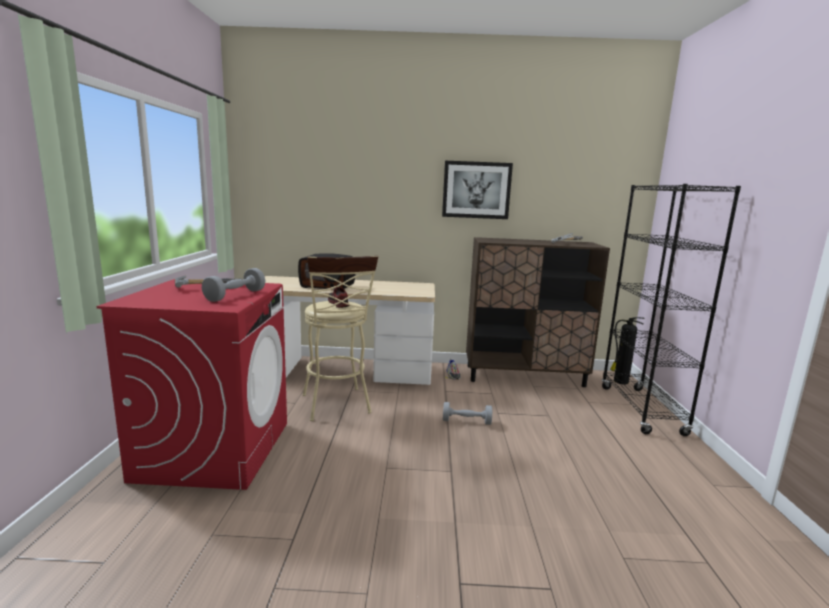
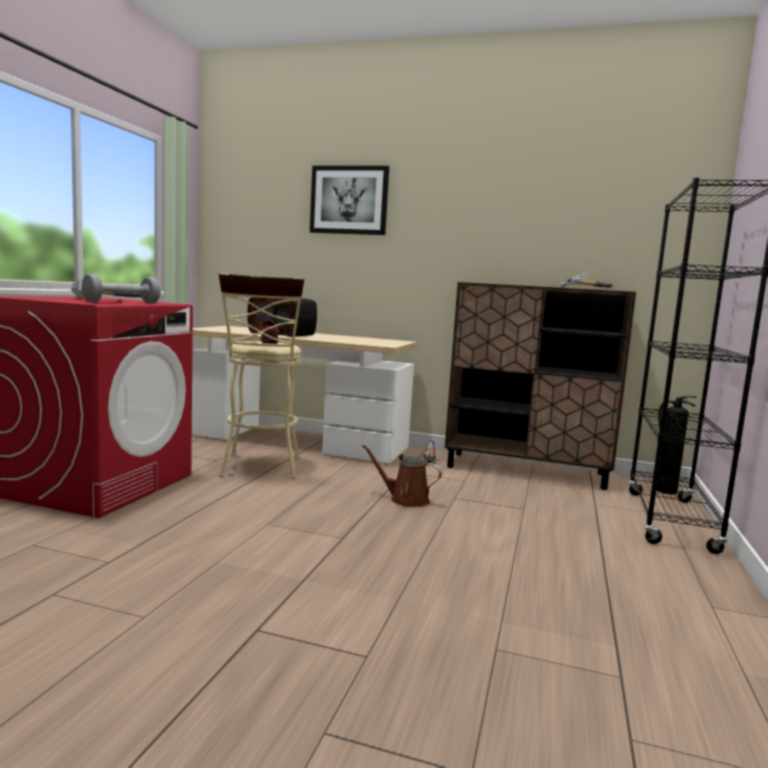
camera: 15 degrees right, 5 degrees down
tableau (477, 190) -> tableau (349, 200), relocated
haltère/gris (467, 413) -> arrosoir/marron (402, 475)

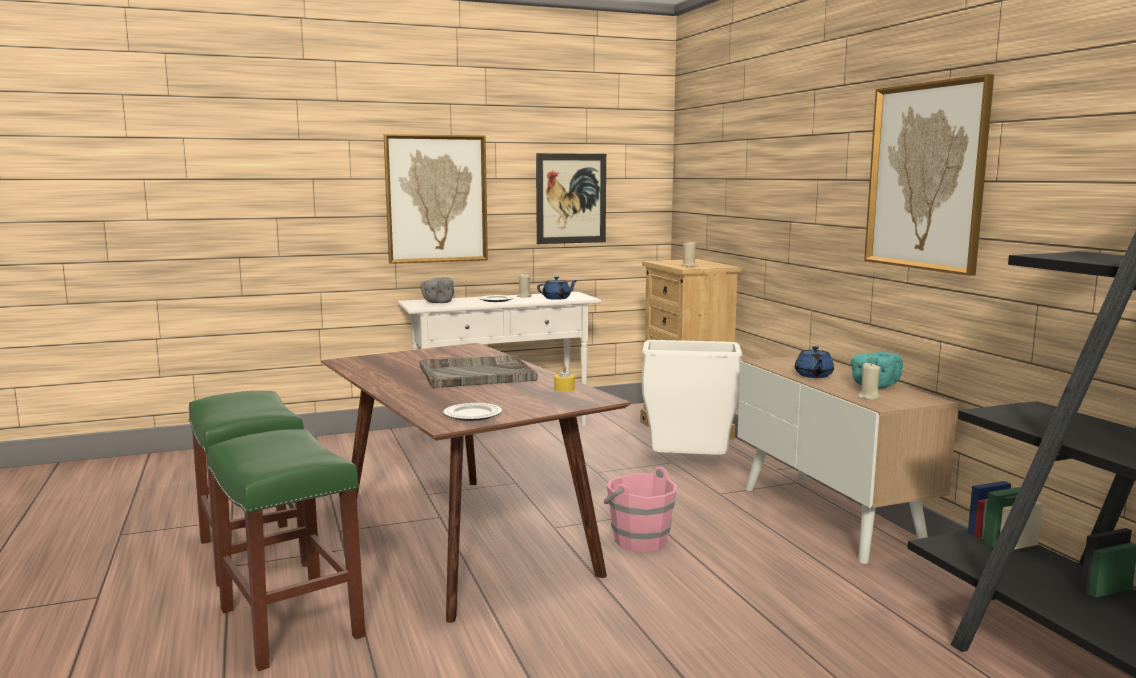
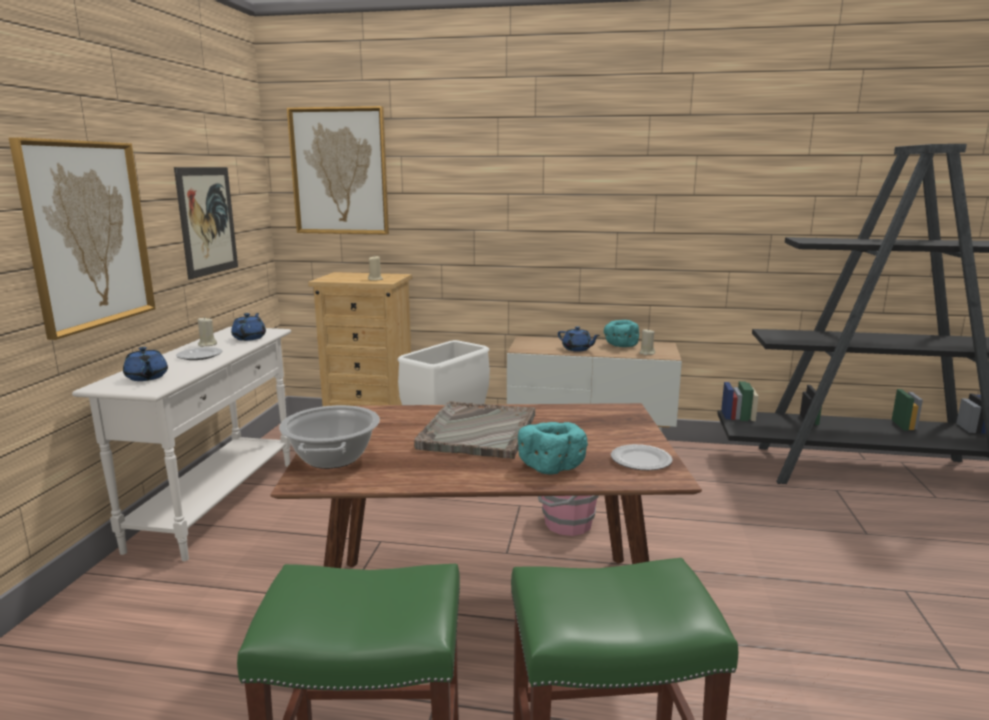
camera: 60 degrees left, 5 degrees up
tableau (929, 175) -> tableau (338, 170), relocated
bol/gris (437, 290) -> théière/bleu (145, 364)
bougie/jaune (564, 378) -> none
none -> marmite (329, 437)
none -> bol/turquoise (553, 448)

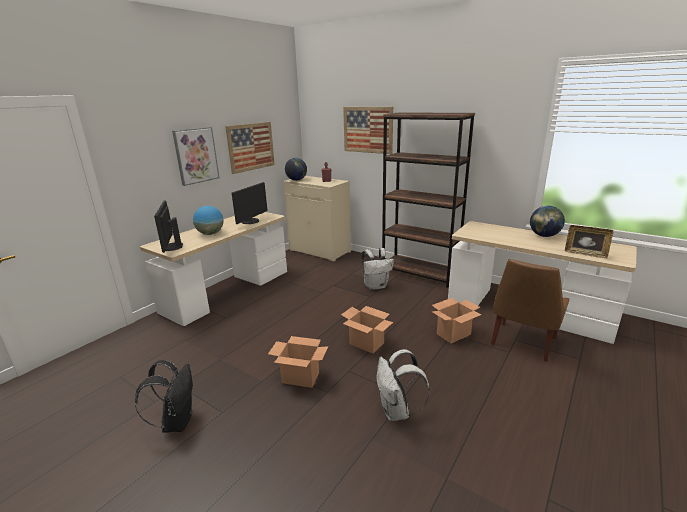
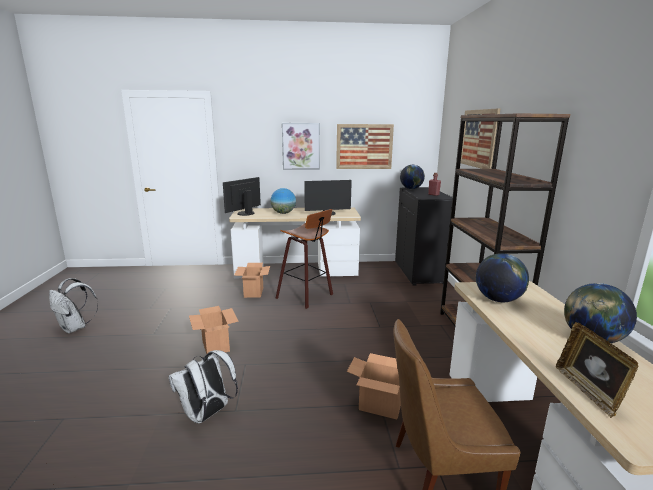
camera: 50 degrees right, 5 degrees down
meuble de rangement/beige (317, 218) -> meuble de rangement/noir (424, 236)
sac à dos/blanc (377, 269) -> sac à dos/blanc (73, 305), relocated
carton (367, 330) -> carton (252, 280), relocated
sac à dos/noir (164, 396) -> none
none -> tabouret (304, 259)
none -> globe (502, 277)

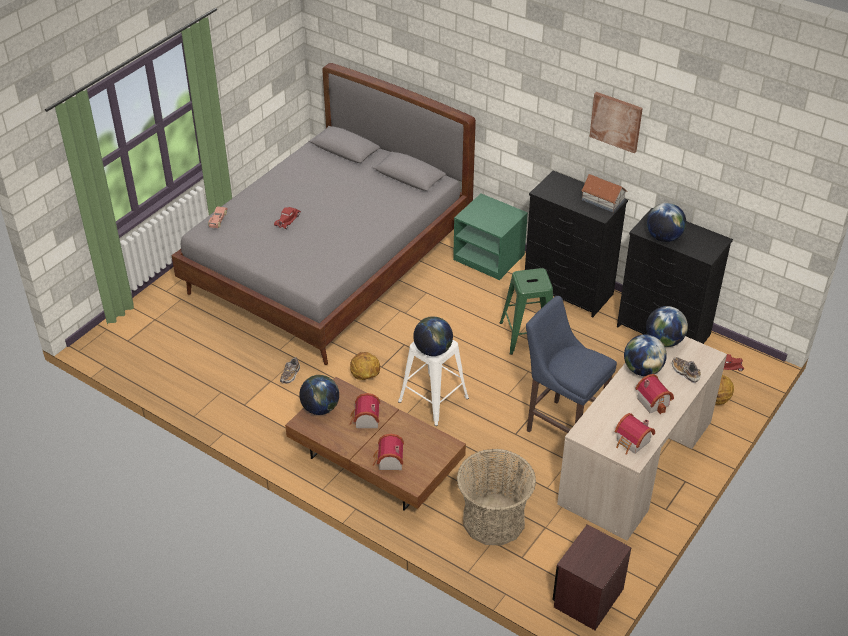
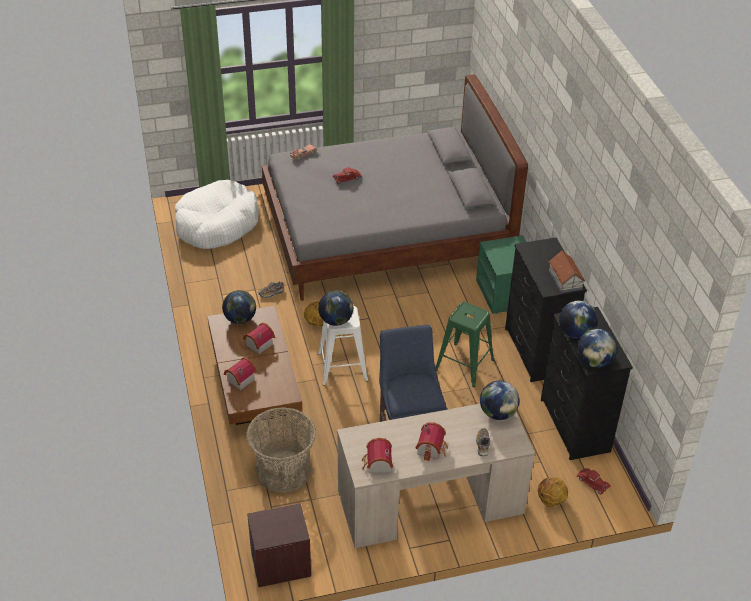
camera: 40 degrees right, 0 degrees up
tableau (616, 122) -> none
globe (645, 355) -> globe (597, 348), relocated
none -> panier pour chien/blanc (217, 214)

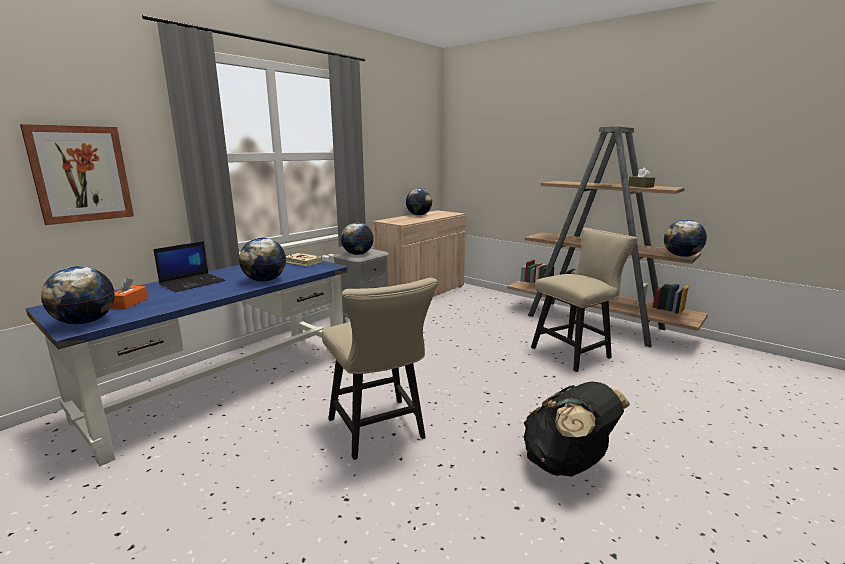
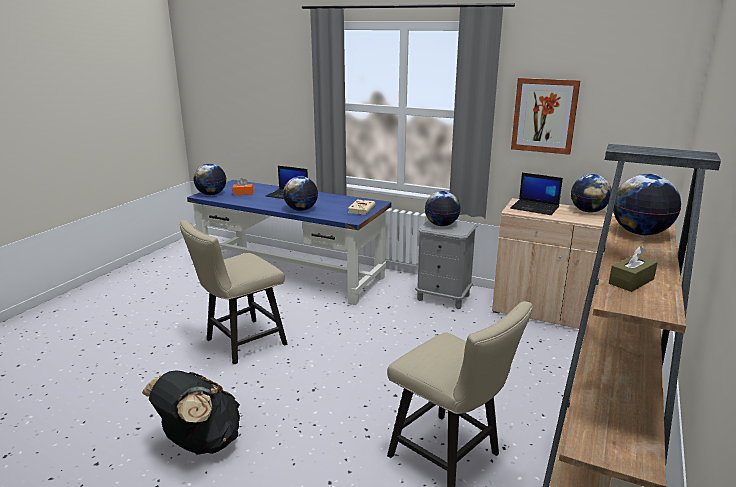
camera: 75 degrees right, 5 degrees up
tableau (77, 174) -> tableau (546, 116), relocated
globe (685, 238) -> globe (647, 204), relocated
none -> ordinateur portable (536, 194)

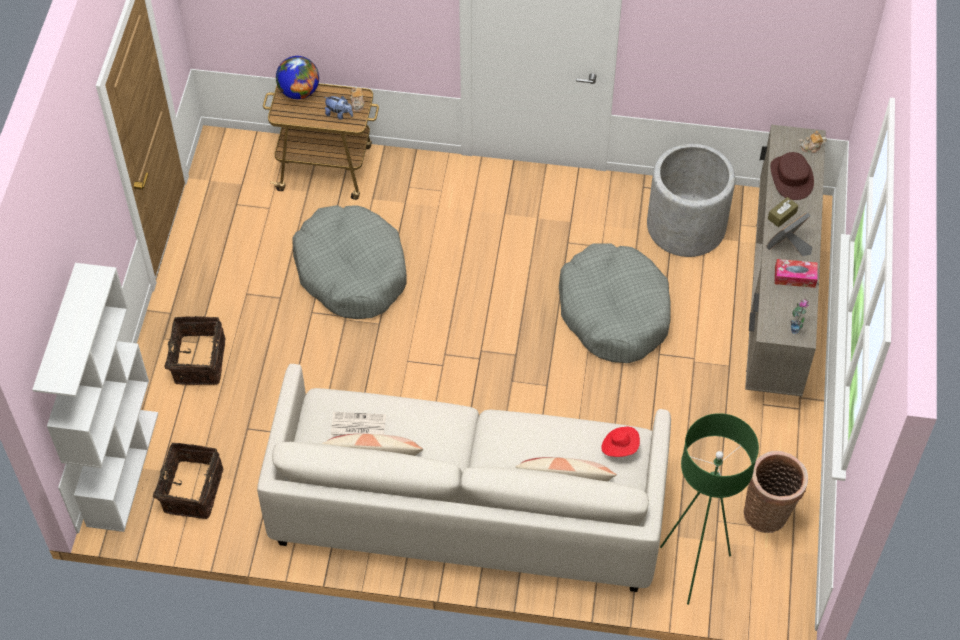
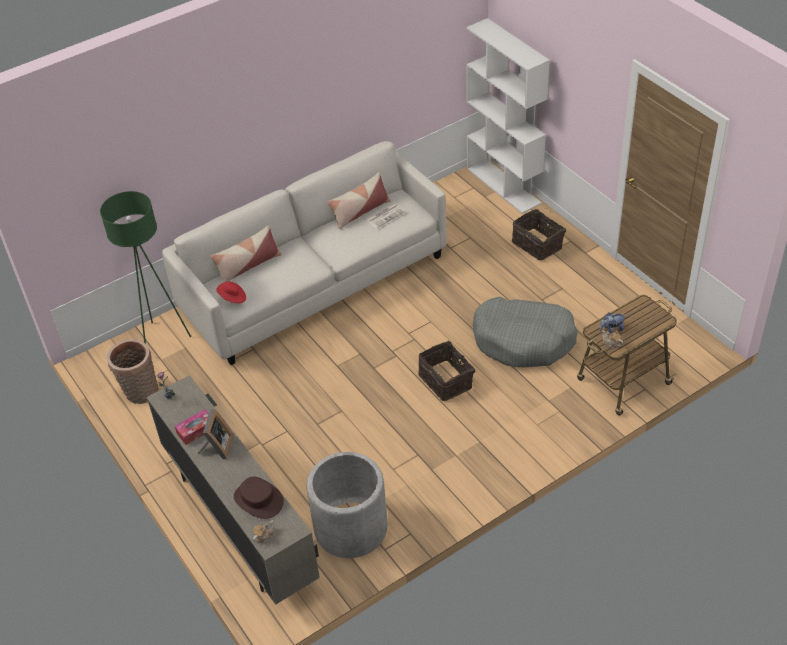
camera: 140 degrees right, 10 degrees down
globe (297, 77) -> none
boîte à mouchoirs/marron (783, 212) -> none
panier pour chien/gris (615, 303) -> none
panier (182, 481) -> panier (446, 371), relocated

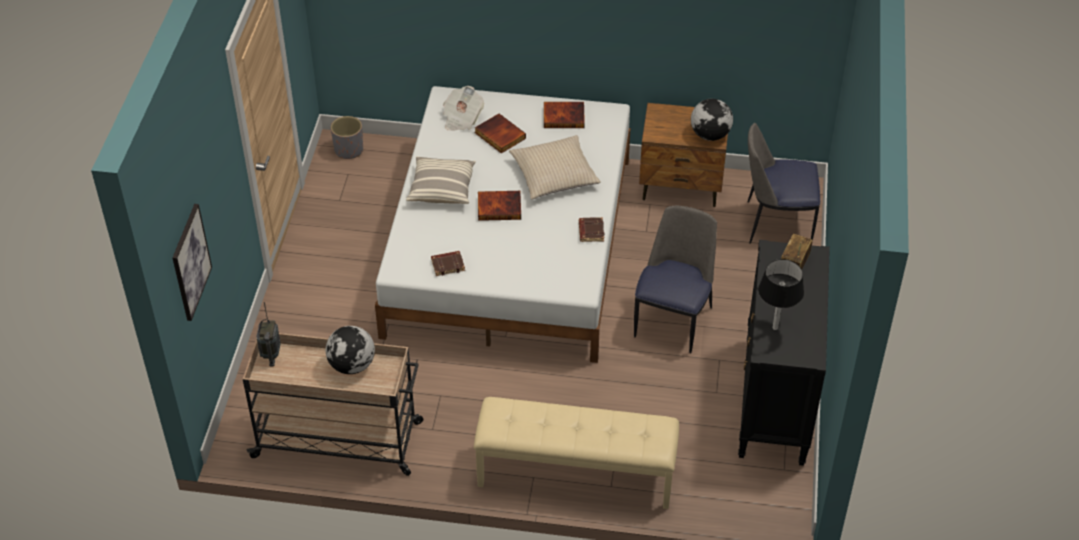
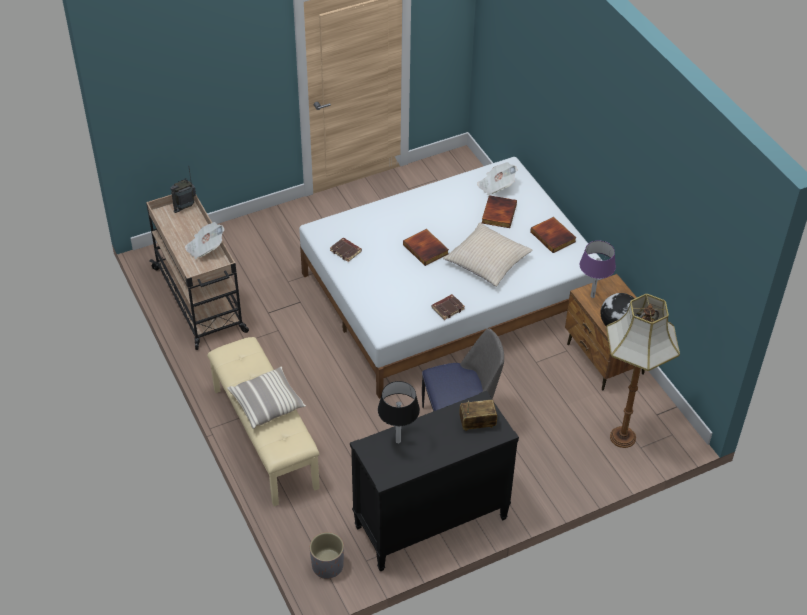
camera: 55 degrees right, 0 degrees up
cache-pot/gris (347, 137) -> cache-pot/gris (327, 555), relocated
chaise (783, 183) -> lampadaire (643, 371)
coussin (441, 180) -> coussin (266, 398), relocated
tableau (192, 262) -> none
globe (350, 350) -> journal (205, 240)
none -> lampe de table/violet (598, 269)

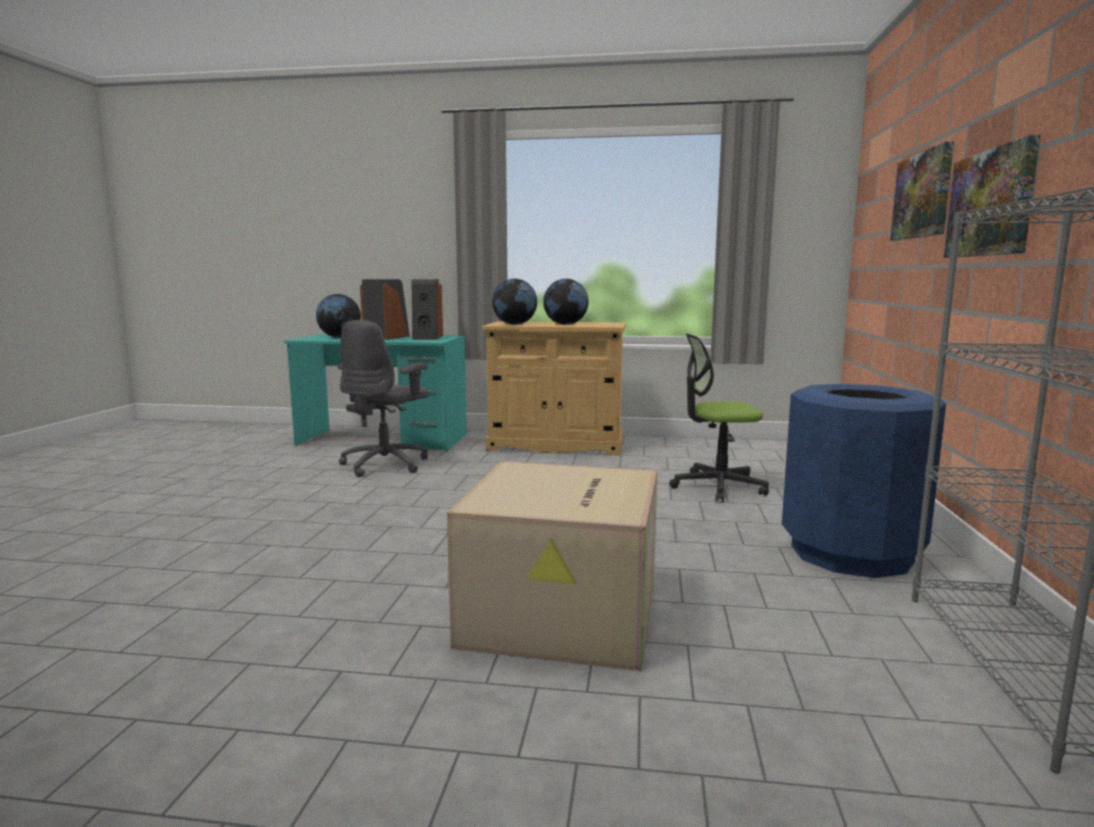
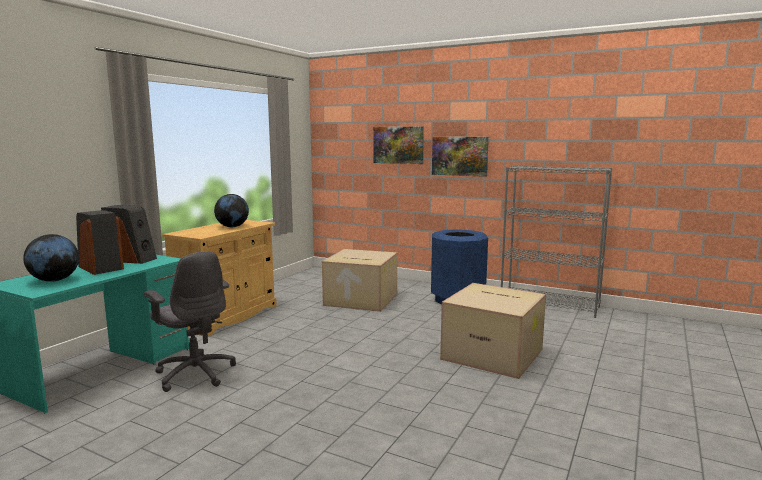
camera: 70 degrees left, 0 degrees up
globe (514, 302) -> none
chaise de bureau (719, 417) -> carton (359, 280)

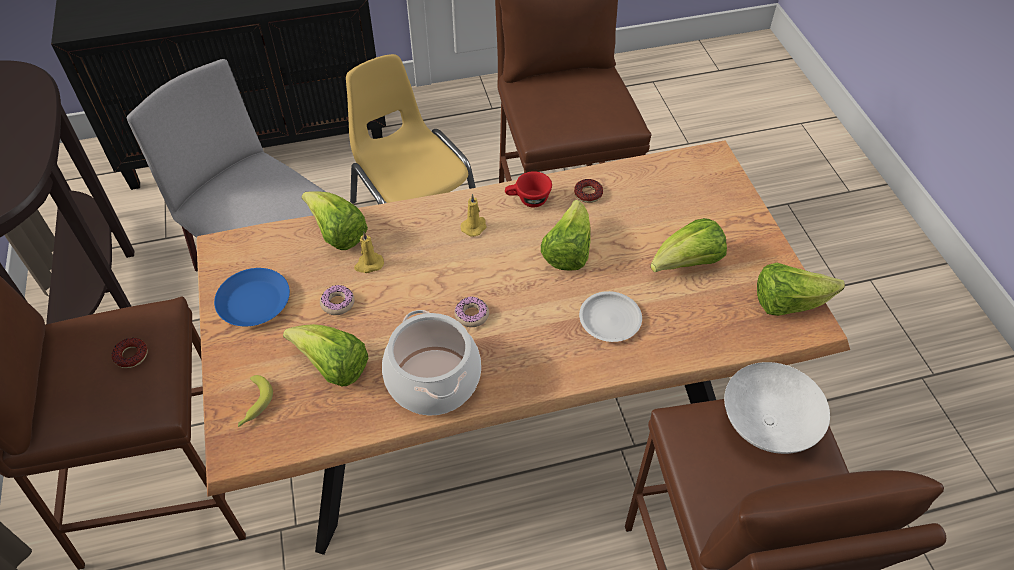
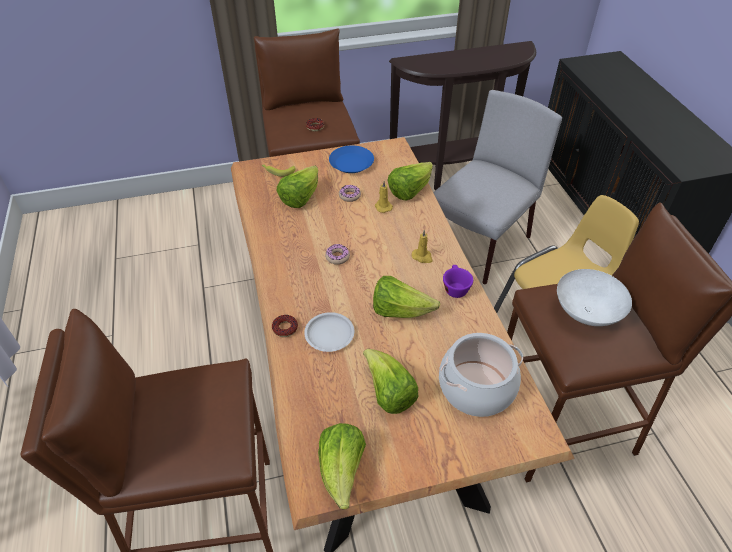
camera: 90 degrees right, 5 degrees down
tasse/rouge (528, 189) -> tasse/violet (458, 281)
beignet (588, 191) -> beignet (285, 326), relocated
marmite (431, 363) -> marmite (481, 375), relocated
bol/blanc (777, 408) -> bol/blanc (594, 297), relocated

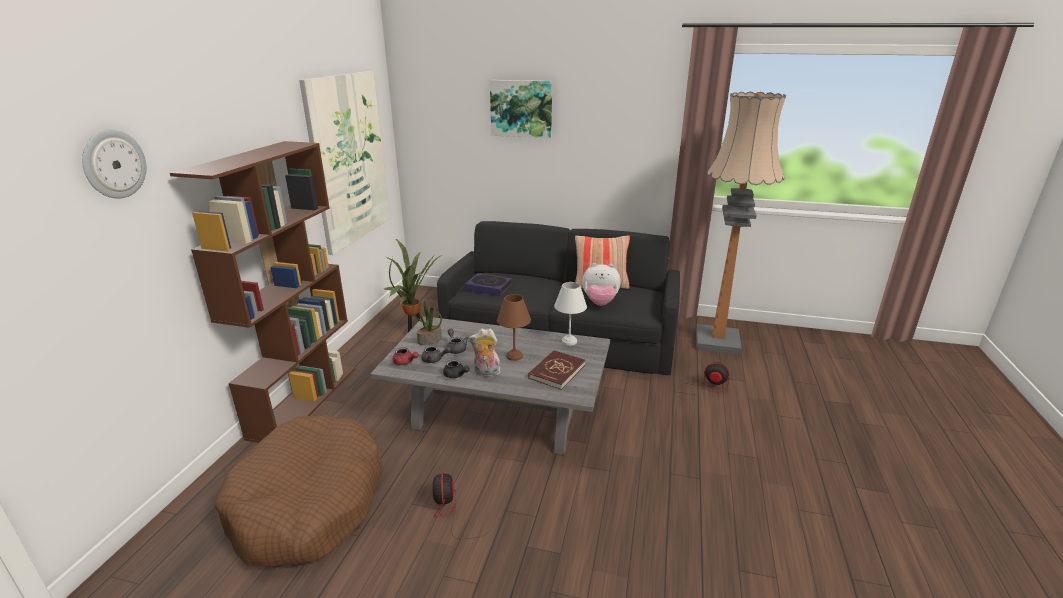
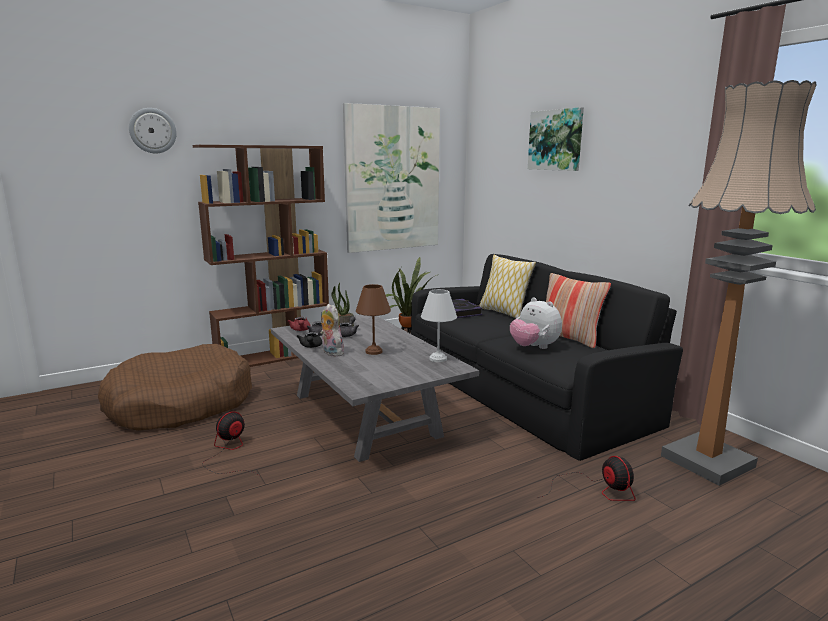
camera: 45 degrees right, 10 degrees down
livre/rouge (556, 370) -> none
none -> coussin (507, 286)

